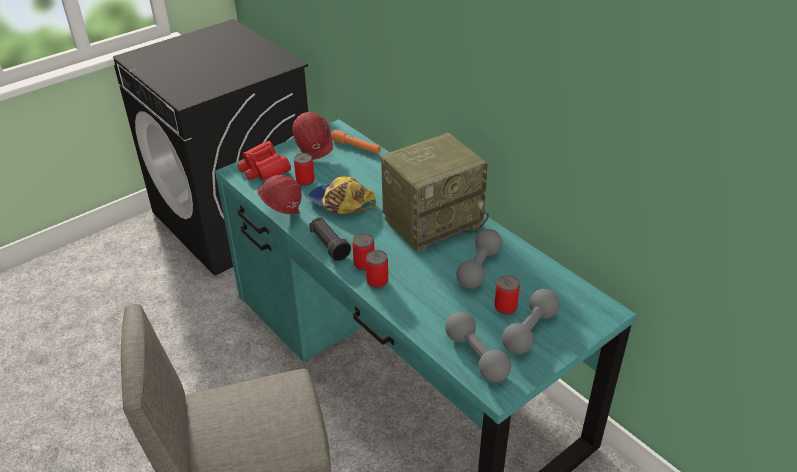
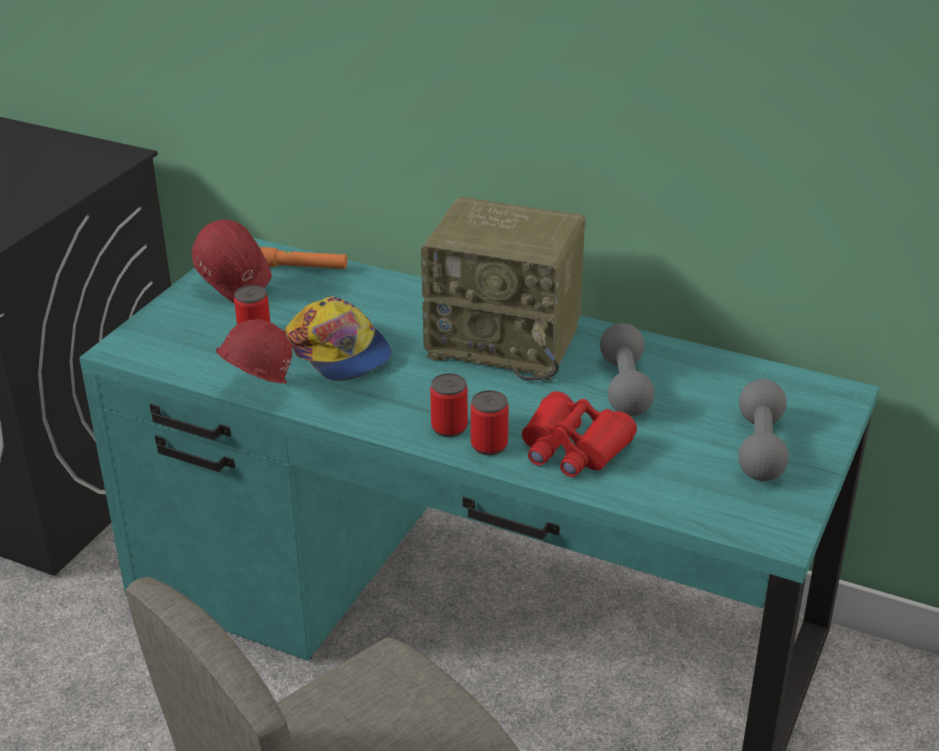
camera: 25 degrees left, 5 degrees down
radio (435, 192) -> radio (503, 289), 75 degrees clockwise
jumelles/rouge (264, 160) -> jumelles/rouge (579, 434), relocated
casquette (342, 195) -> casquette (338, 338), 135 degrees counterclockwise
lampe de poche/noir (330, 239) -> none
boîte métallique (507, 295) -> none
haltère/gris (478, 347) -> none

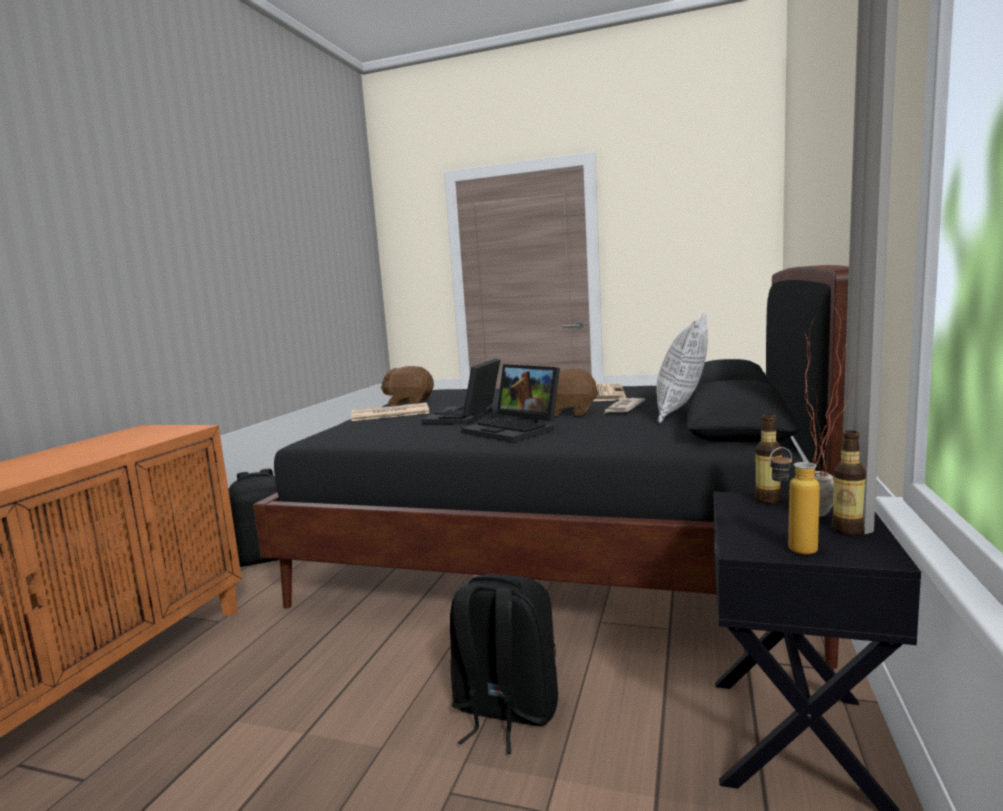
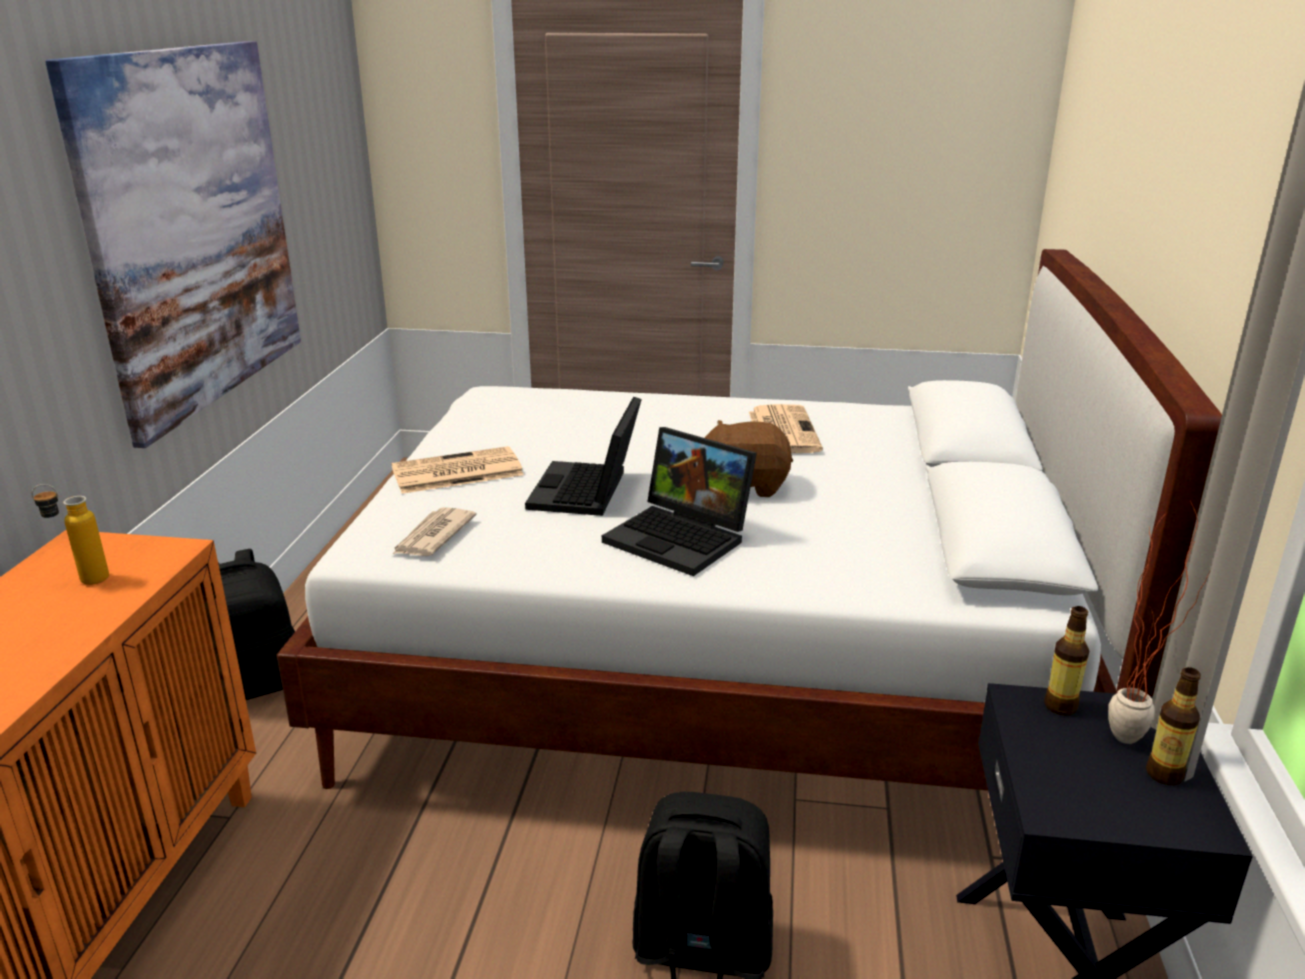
camera: 10 degrees left, 15 degrees up
lit/noir (551, 467) -> lit/blanc (749, 520)
coussin (682, 368) -> none
peluche/marron (407, 386) -> none
journal (624, 406) -> journal (435, 531), relocated
bouteille (794, 500) -> bouteille (70, 534), relocated
none -> tableau (173, 244)

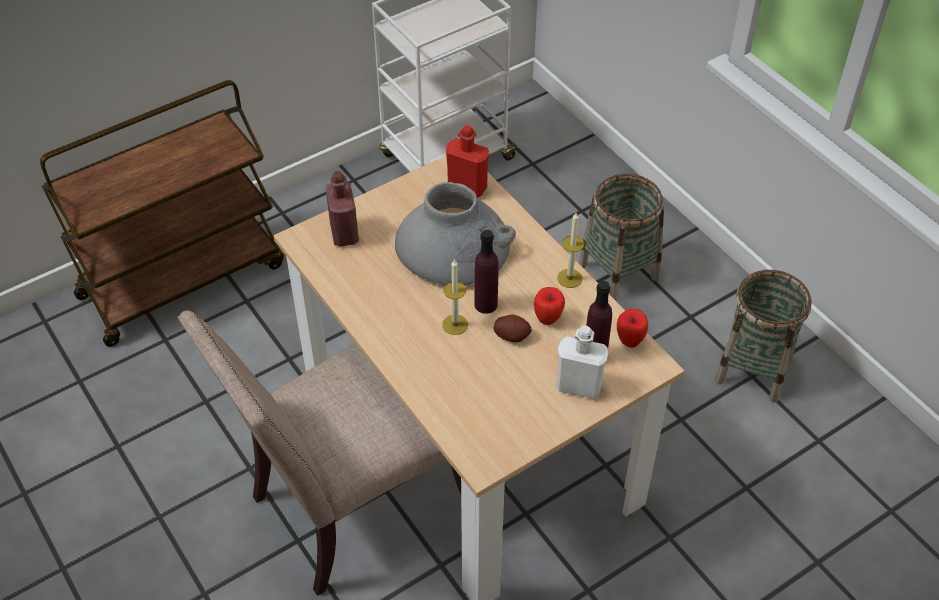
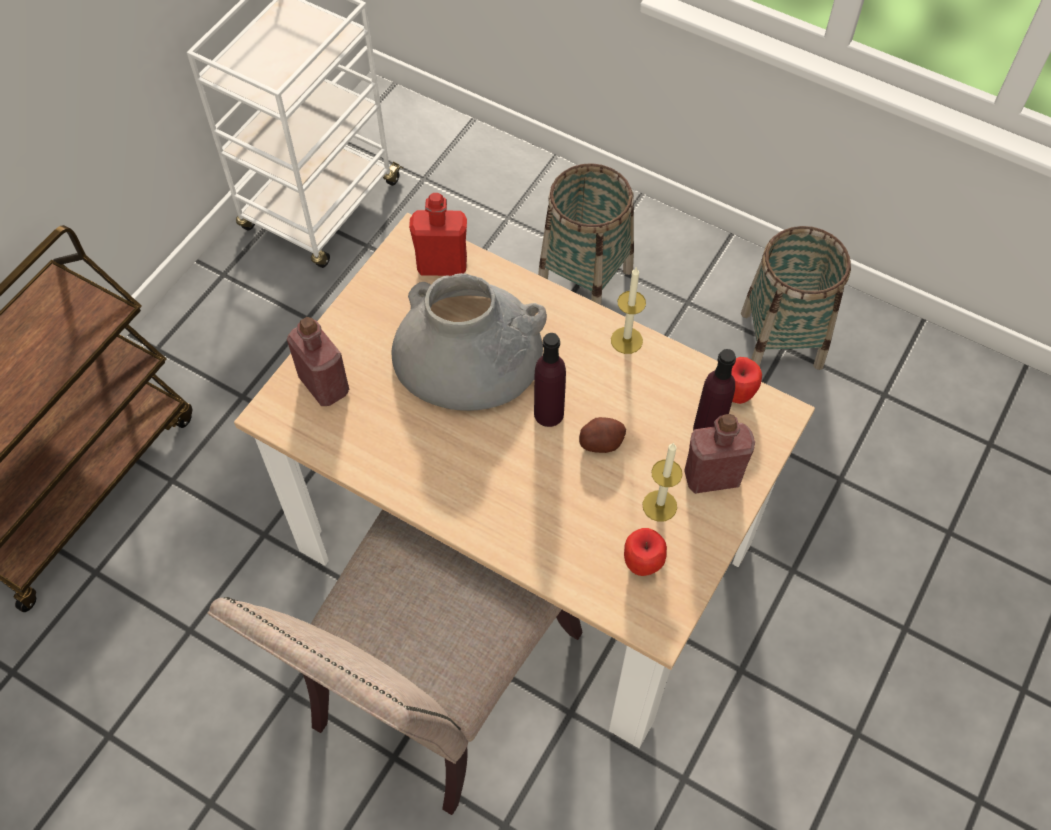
camera: 25 degrees left, 10 degrees up
bougie (455, 297) -> bougie (663, 482), relocated
pomme (549, 306) -> pomme (645, 552), relocated
bouteille/blanc (582, 362) -> bouteille/rouge (719, 454)

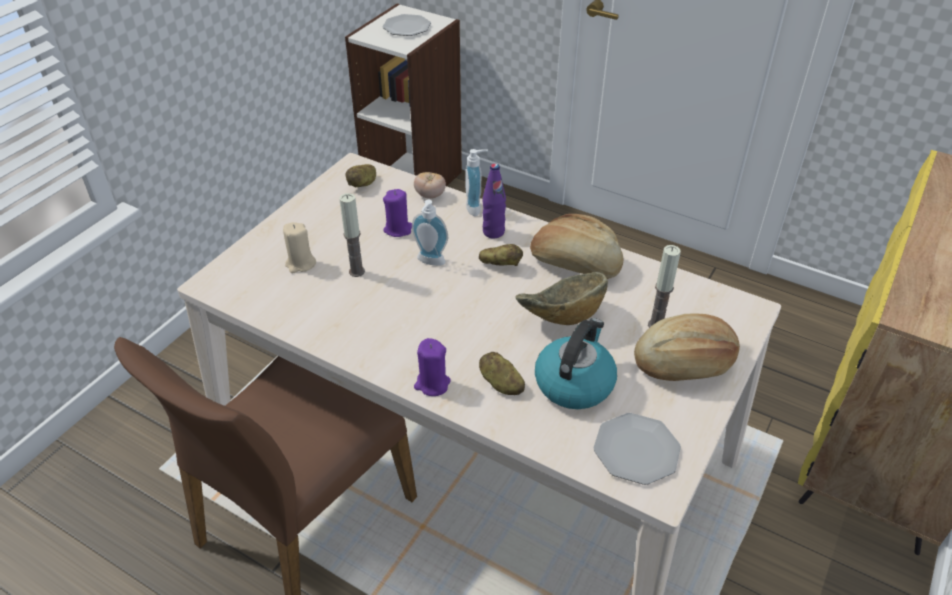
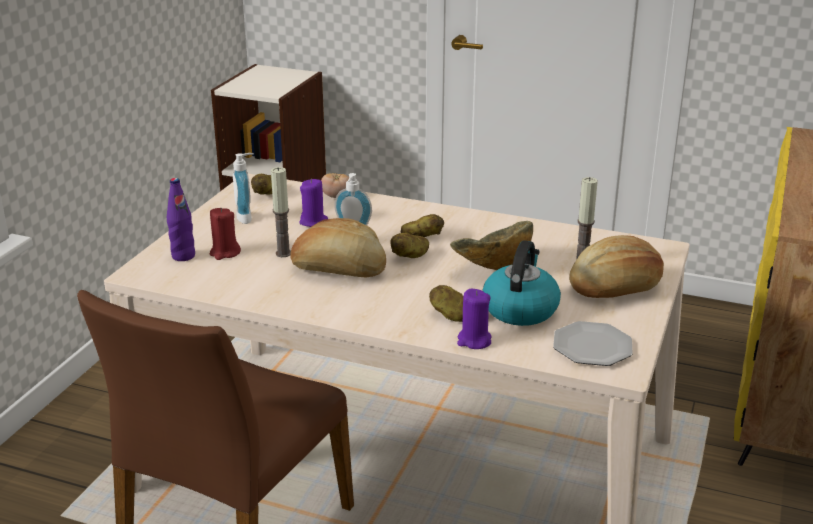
camera: 10 degrees left, 15 degrees down
assiette (407, 25) -> none
distributeur de savon (476, 182) -> distributeur de savon (243, 188), relocated
bouteille/violet (494, 201) -> bouteille/violet (181, 219), relocated
pain (576, 246) -> pain (338, 247), relocated
bougie/beige (299, 247) -> bougie/rouge (225, 234)
bougie/violet (432, 367) -> bougie/violet (474, 319), relocated
none -> pomme de terre (410, 245)

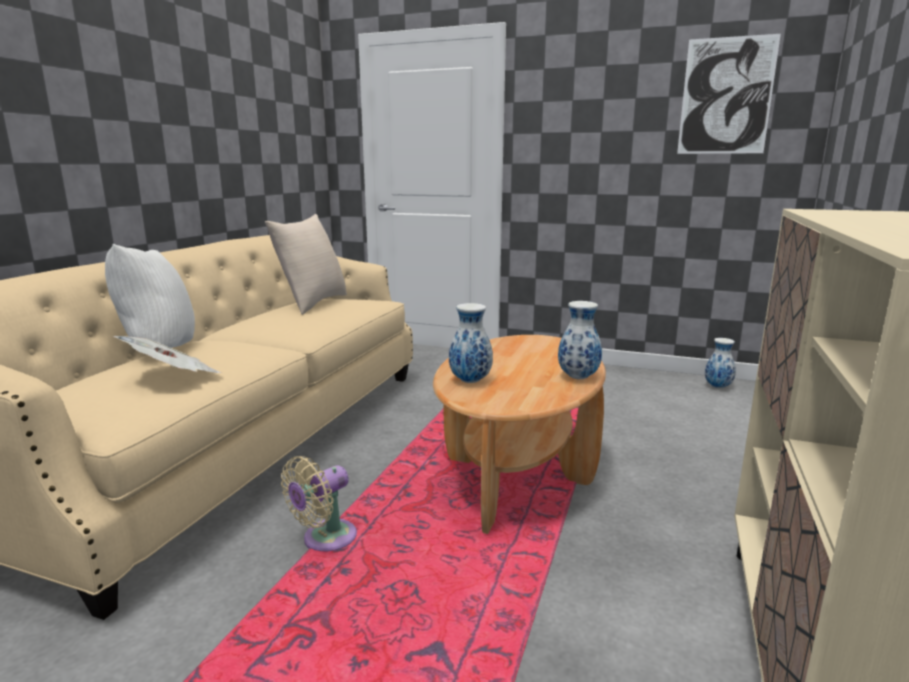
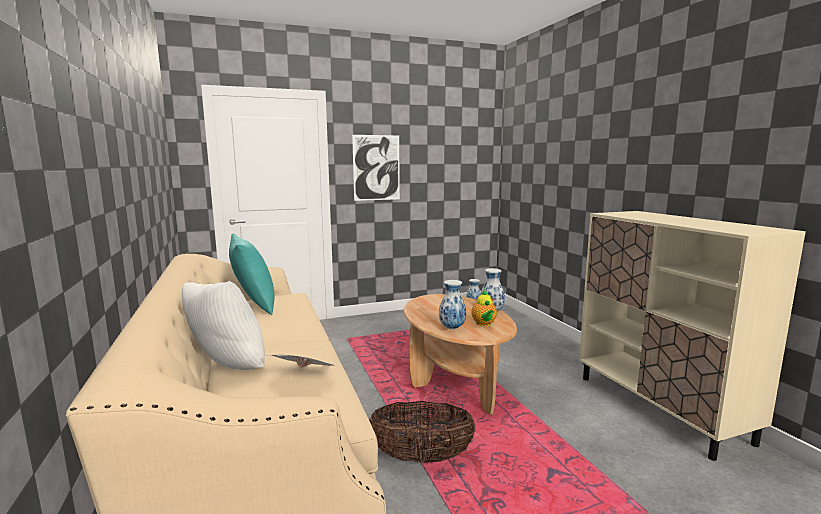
camera: 40 degrees left, 5 degrees down
tableau (729, 94) -> tableau (376, 168), relocated
coussin/beige (306, 264) -> coussin/turquoise (252, 274)
ventilateur/beige (319, 503) -> panier (422, 432)
none -> théière (484, 308)

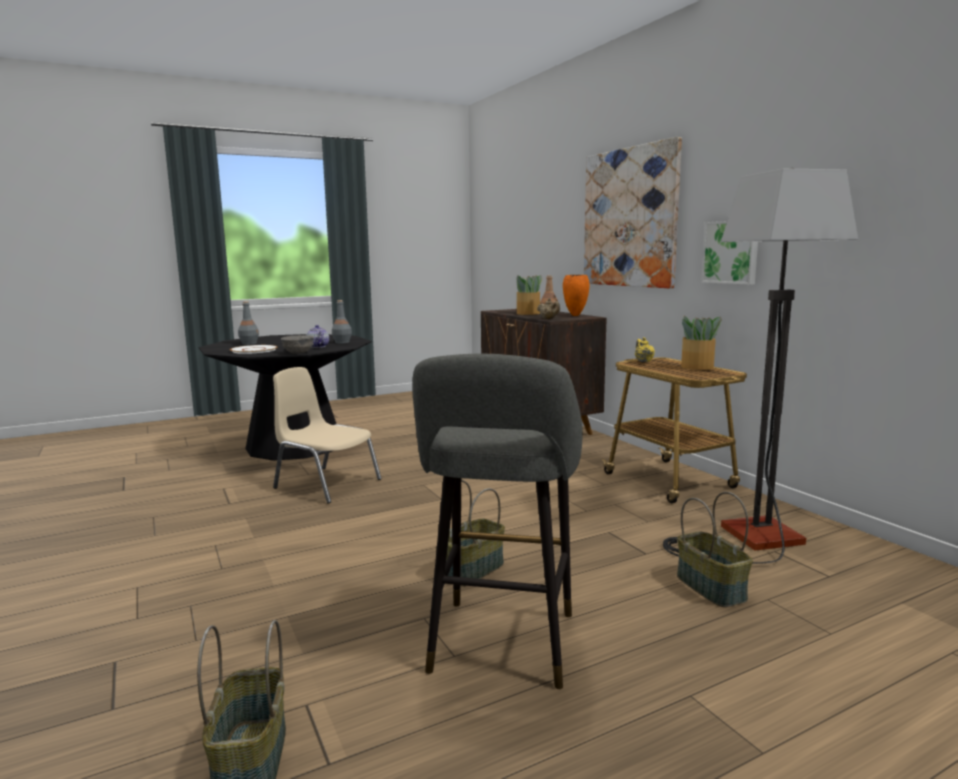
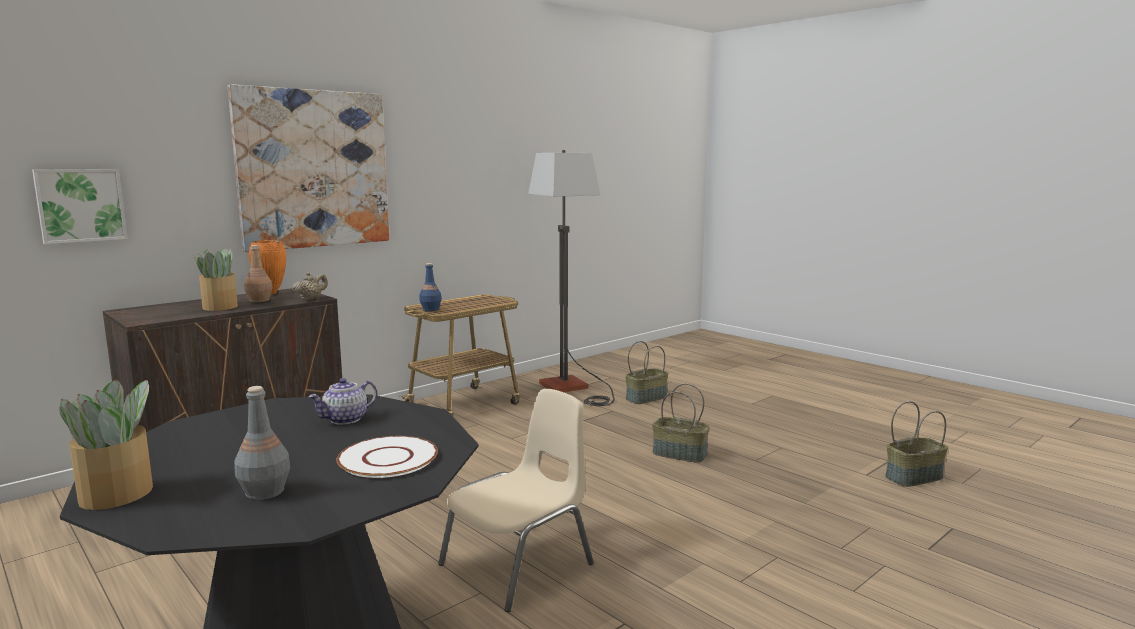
camera: 105 degrees left, 0 degrees up
tableau (729, 253) -> tableau (80, 206), relocated
bouteille/gris (342, 321) -> none
plante en pot (701, 342) -> plante en pot (106, 445), relocated
bol/gris (297, 344) -> none
théière/jaune (645, 349) -> bouteille/bleu (430, 287)
tabouret/gris (497, 521) -> none
chaise/beige (327, 435) -> chaise/beige (516, 500), 150 degrees counterclockwise

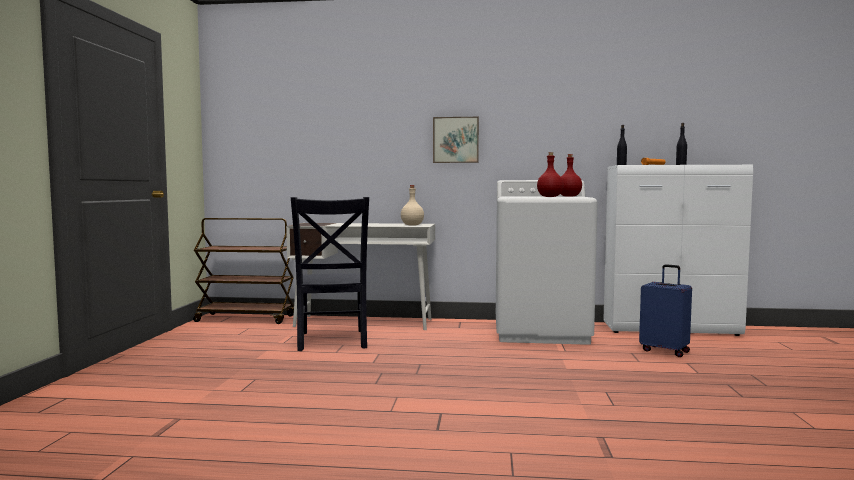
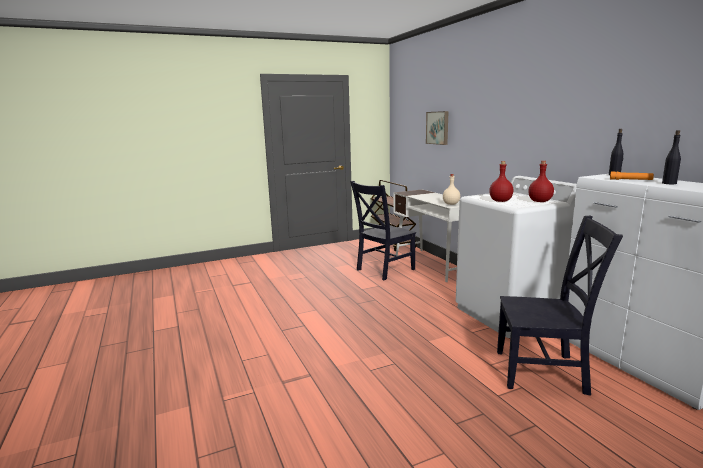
camera: 60 degrees right, 10 degrees up
tableau (456, 140) -> tableau (437, 128), relocated
valise/bleu (665, 310) -> chaise/noir (560, 306)

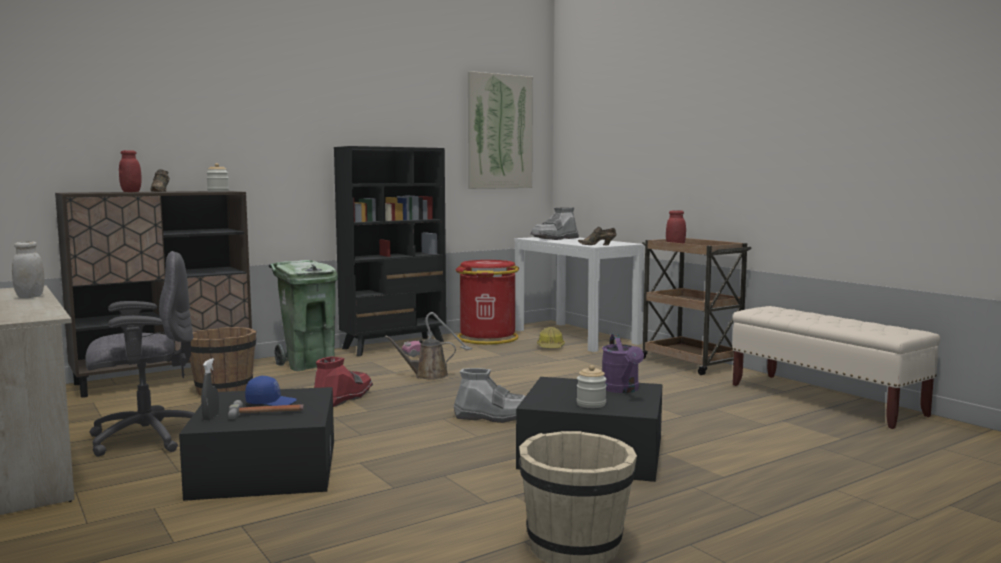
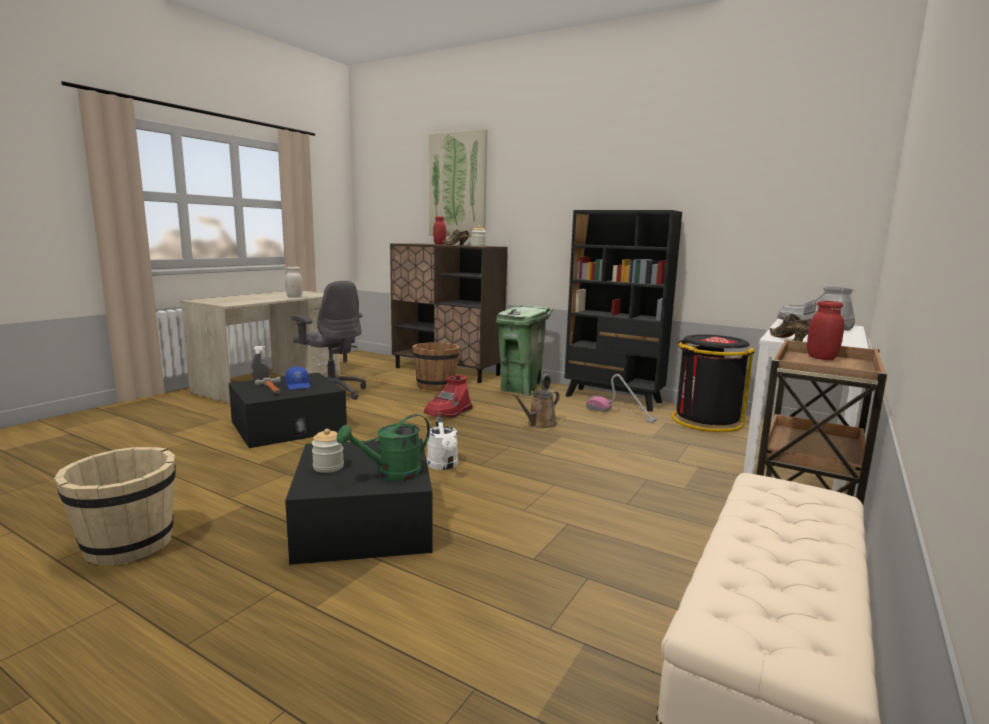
camera: 65 degrees right, 5 degrees up
tableau (500, 130) -> tableau (458, 183), relocated
poubelle/rouge (487, 302) -> poubelle/noir (713, 383)
casque de chantier (551, 337) -> none
arrosoir/violet (623, 363) -> arrosoir/vert (383, 447)
arrosoir/marron (420, 357) -> arrosoir/marron (536, 409), 105 degrees counterclockwise
botte/rouge (343, 381) -> botte/rouge (448, 396), 120 degrees clockwise
botte/gris (489, 395) -> arrosoir/blanc (442, 443)

